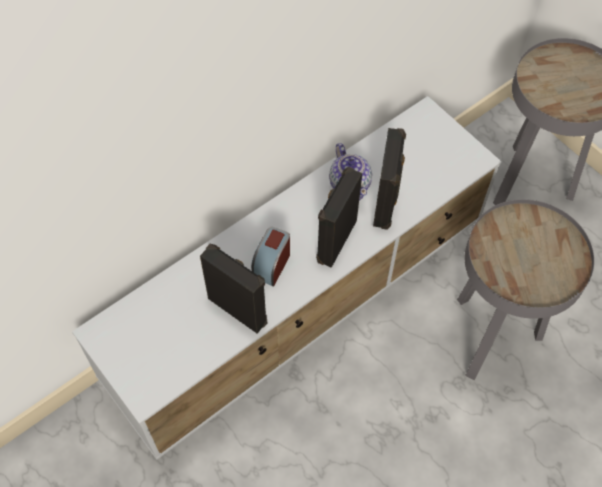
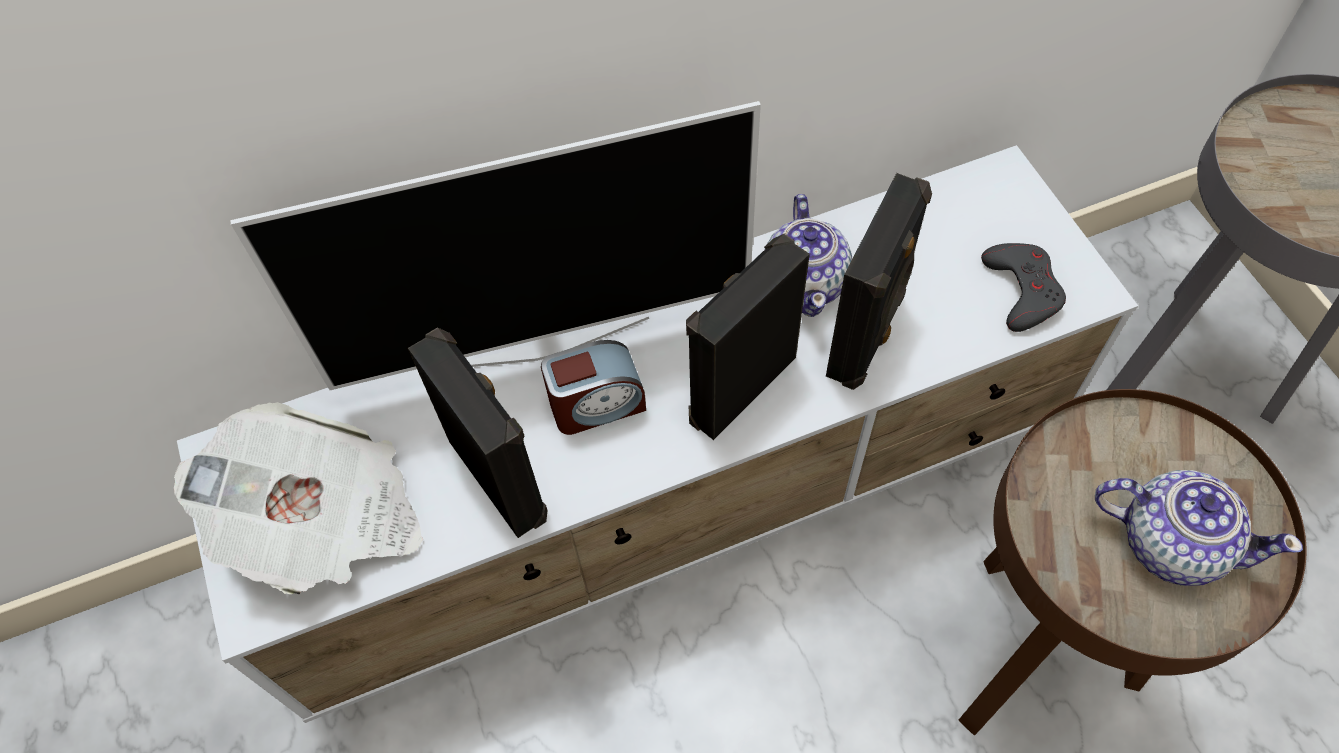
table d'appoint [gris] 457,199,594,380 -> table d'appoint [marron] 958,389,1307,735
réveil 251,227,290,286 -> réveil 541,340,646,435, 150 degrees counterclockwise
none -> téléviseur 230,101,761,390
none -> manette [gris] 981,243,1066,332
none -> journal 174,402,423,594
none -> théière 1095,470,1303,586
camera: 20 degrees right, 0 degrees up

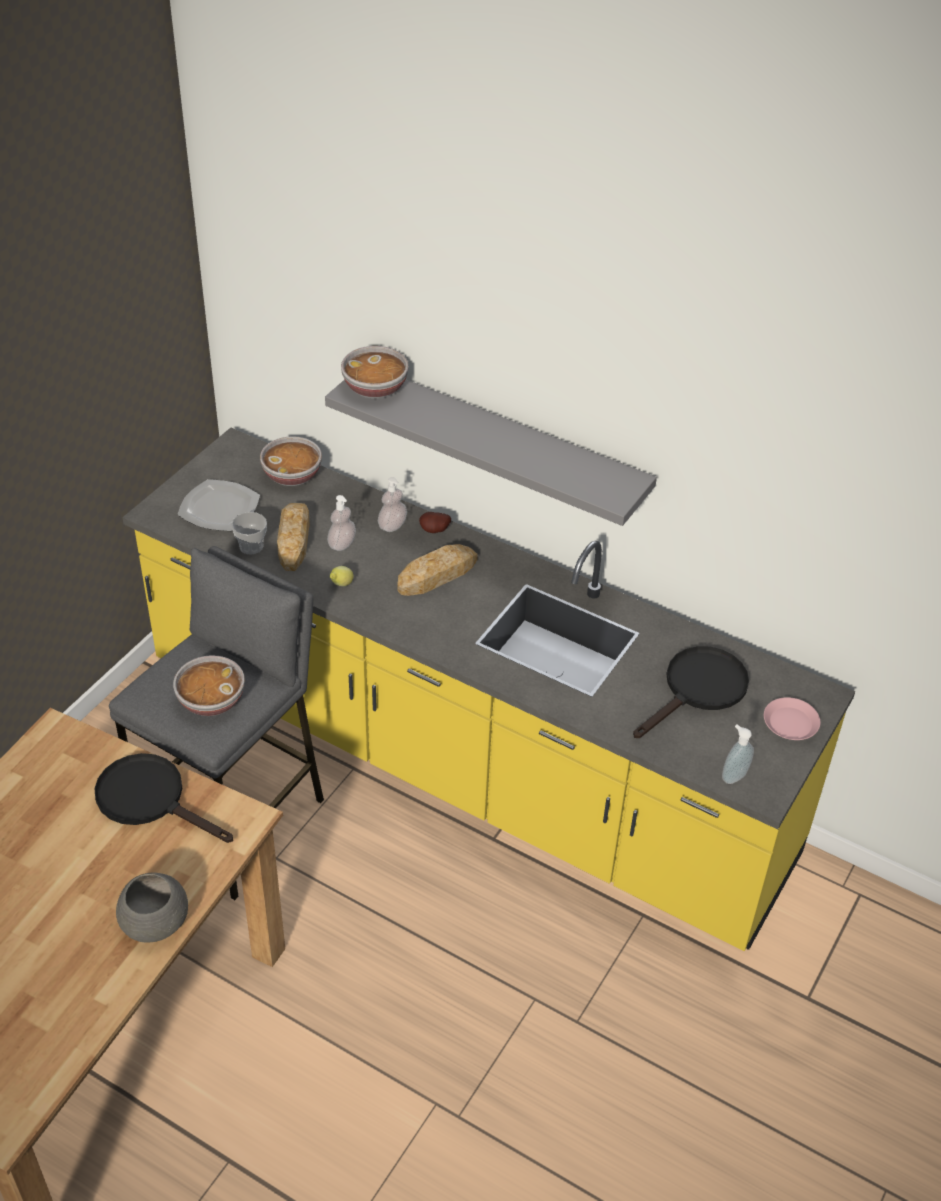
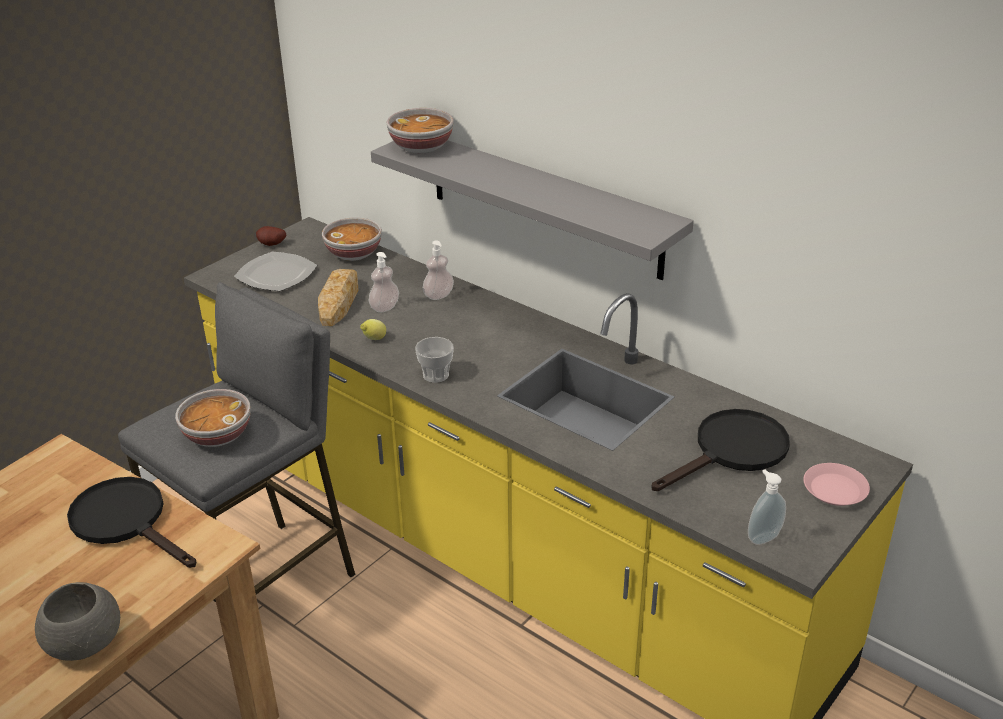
tasse 231,512,267,555 -> tasse 415,337,454,383, move
pomme de terre 419,512,451,533 -> pomme de terre 256,226,286,246, move
pain 397,544,478,596 -> none
camera: 10 degrees right, 10 degrees down

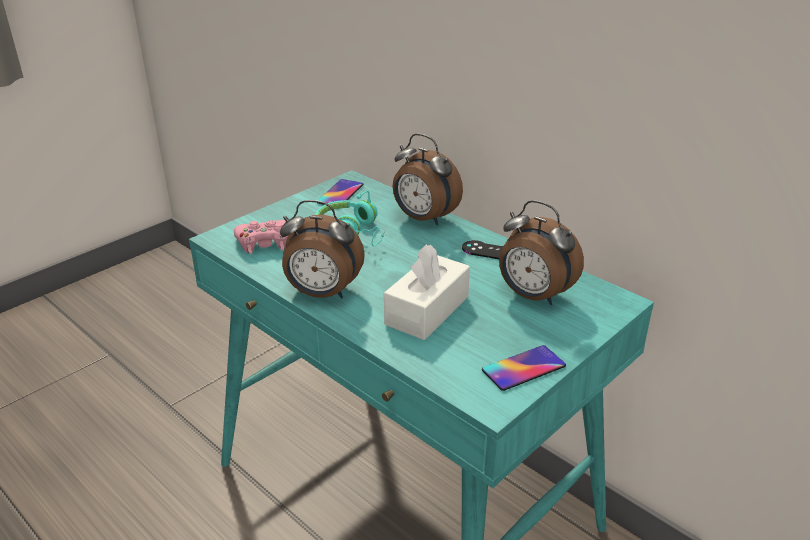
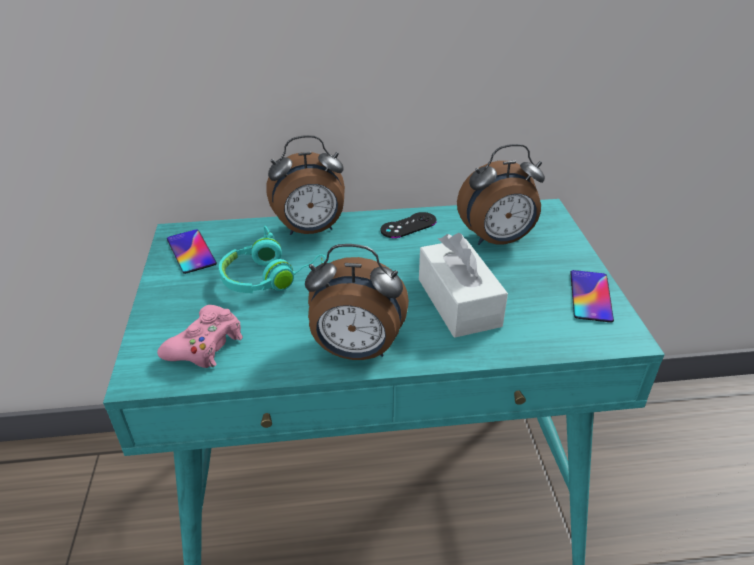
réveil 280,200,365,298 -> réveil 305,244,409,360, 45 degrees clockwise
camera: 50 degrees left, 5 degrees up

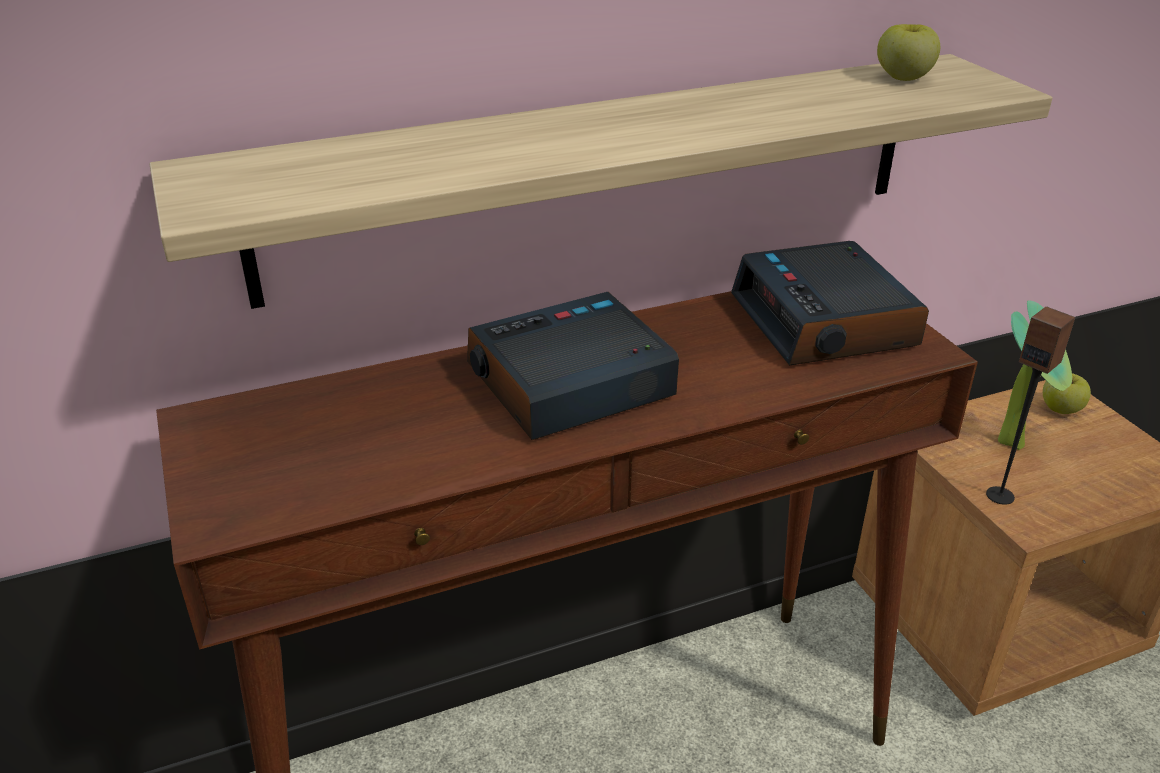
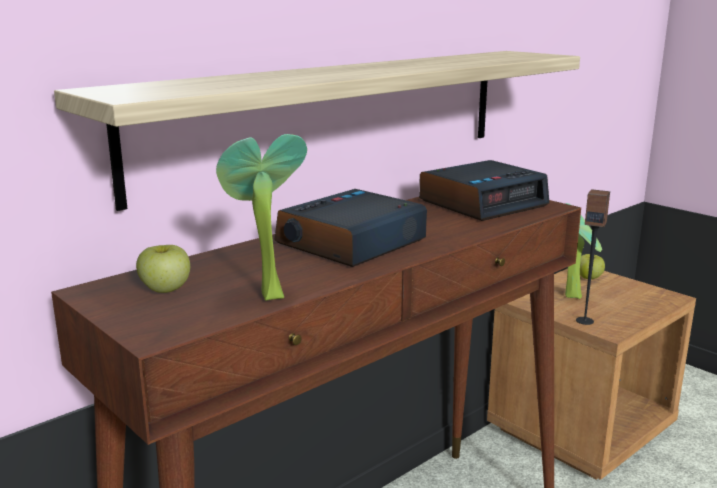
pomme 877,24,940,81 -> pomme 136,245,190,293, move
réveil 731,241,929,366 -> réveil 419,160,550,221, 90 degrees counterclockwise
none -> plante en pot 216,134,307,301
camera: 20 degrees left, 15 degrees down

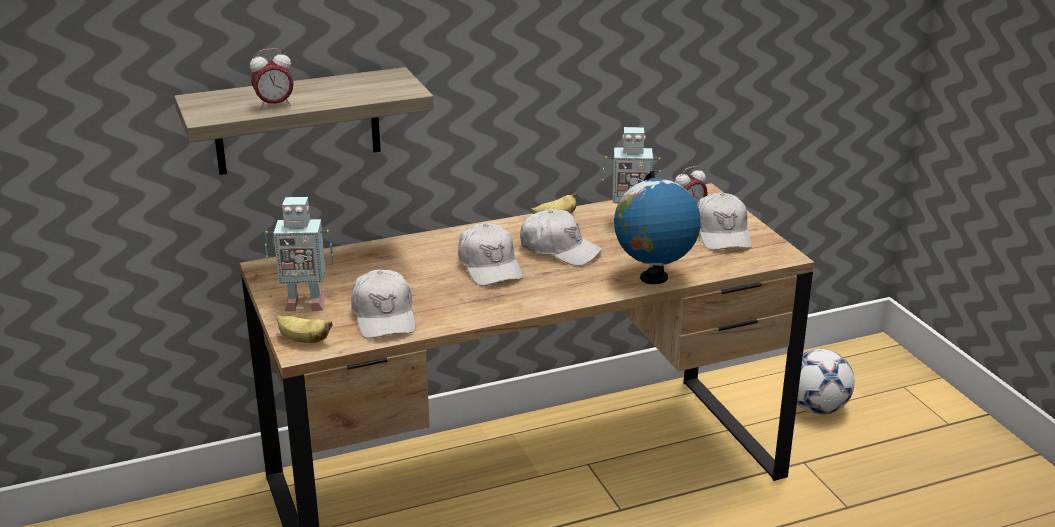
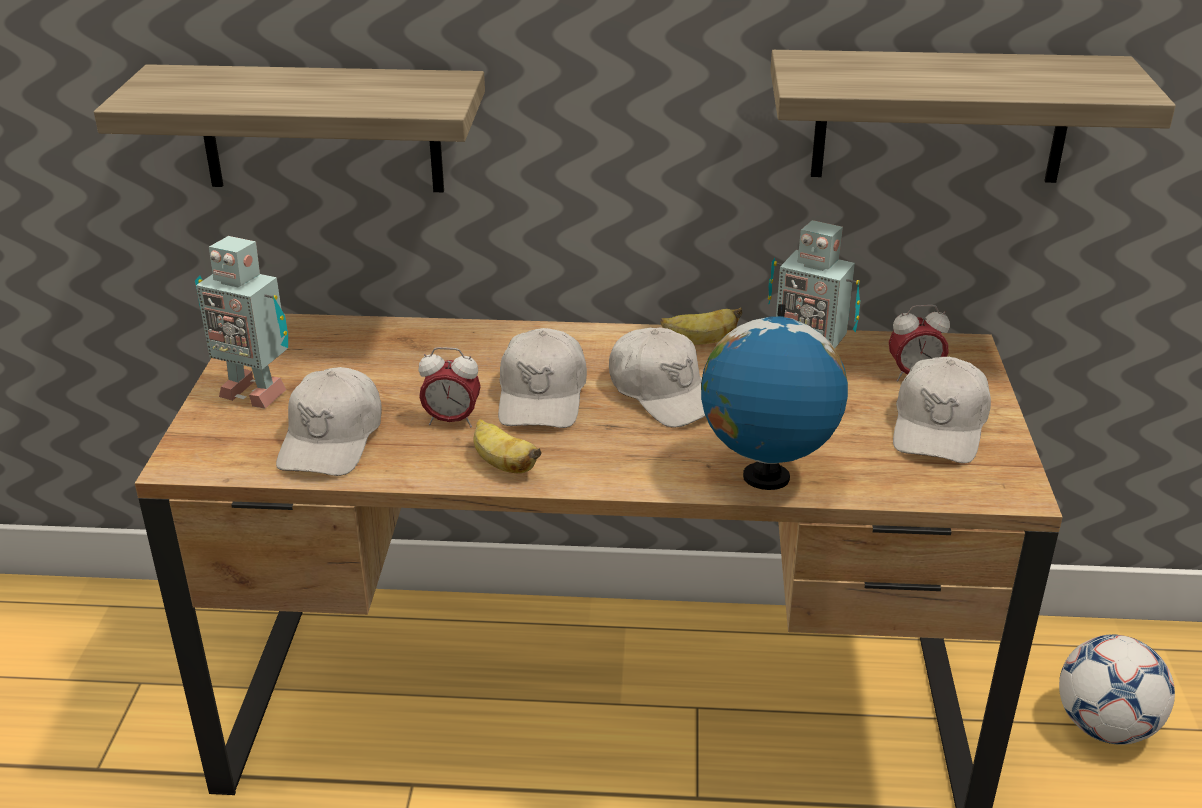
réveil 250,48,293,109 -> réveil 418,347,481,427, move
banane 277,315,332,343 -> banane 474,419,542,473, move
none -> étagère 770,50,1176,183
camera: 25 degrees right, 5 degrees up

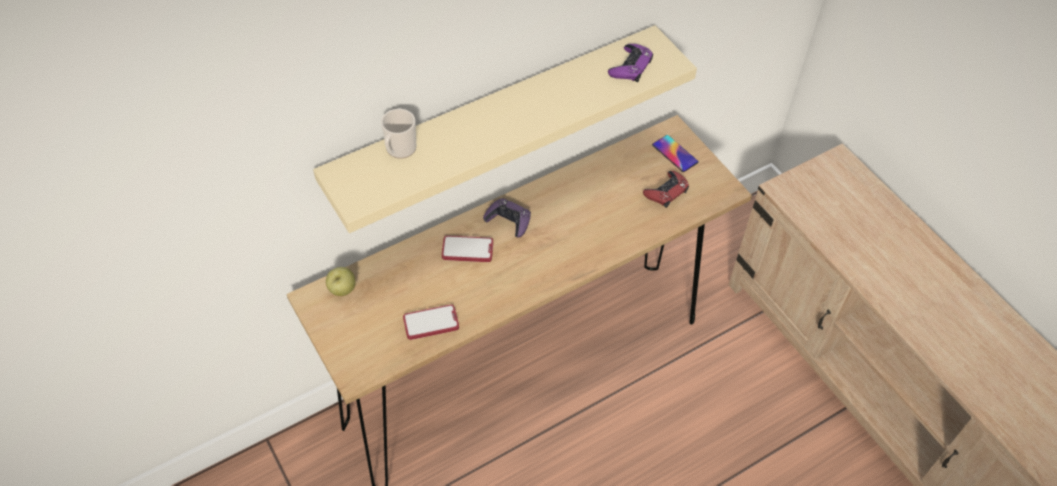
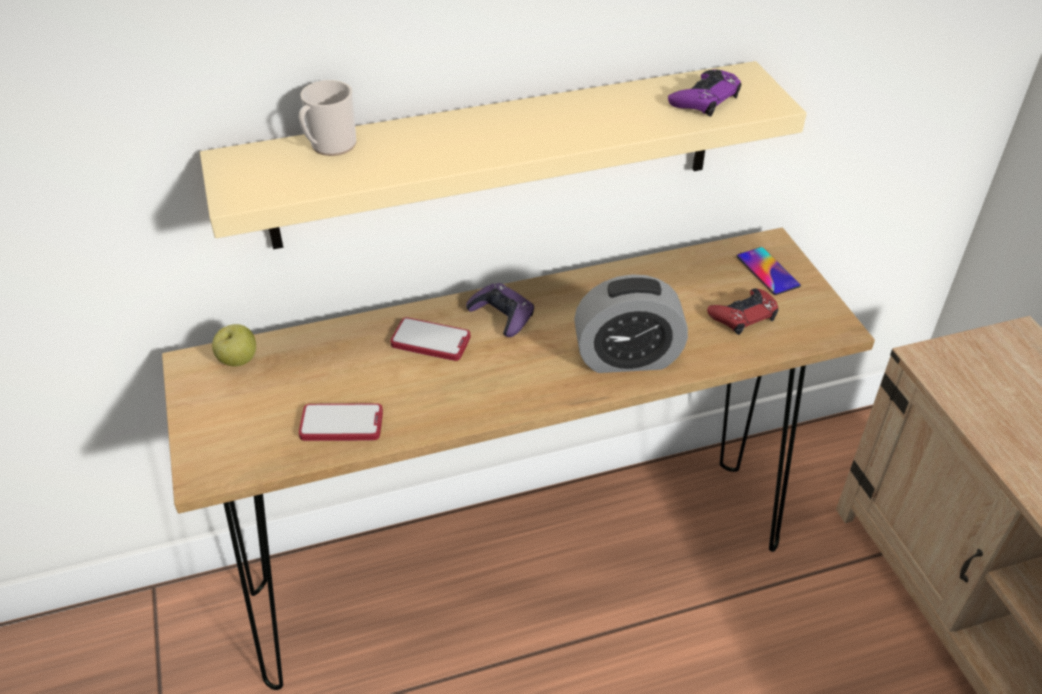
none -> réveil 574,274,688,373
camera: 15 degrees right, 10 degrees down

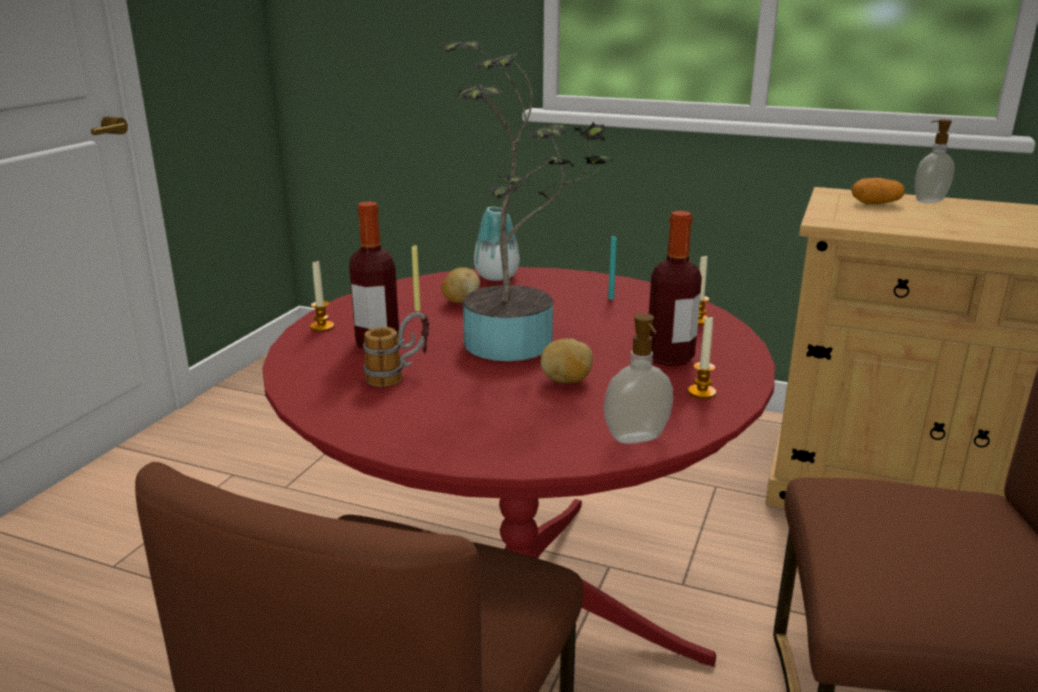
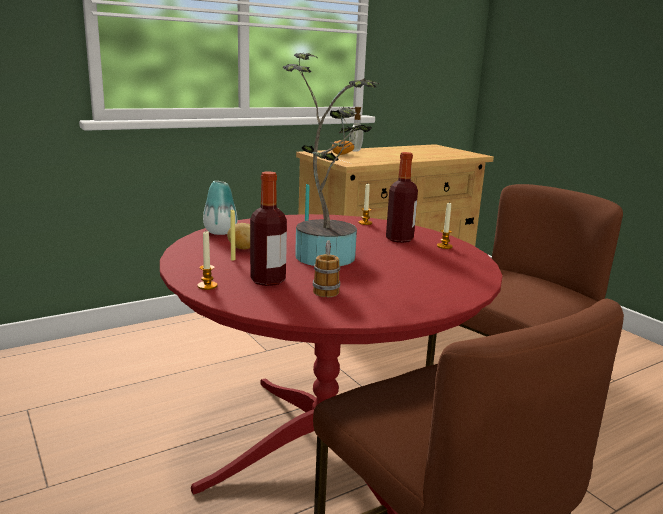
distributeur de savon 604,313,673,444 -> none
pomme de terre 541,338,593,383 -> none
camera: 55 degrees left, 5 degrees down

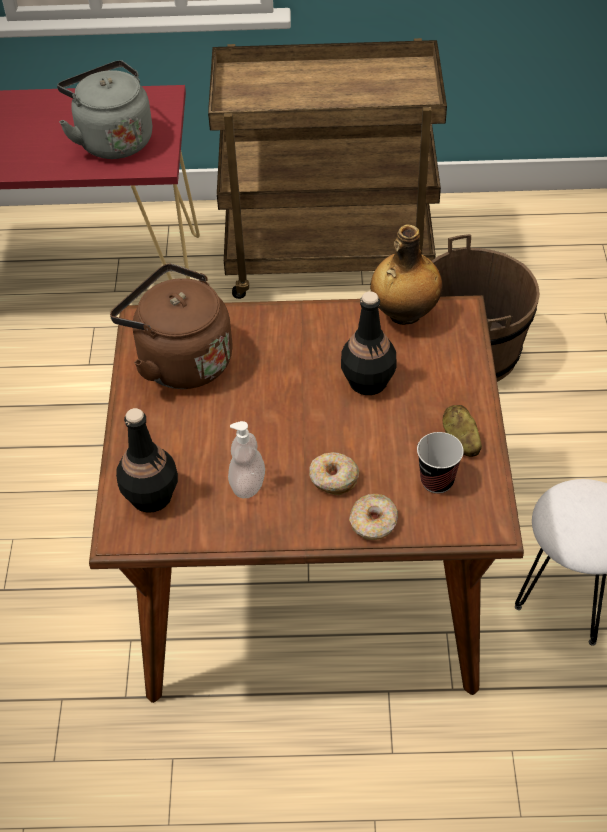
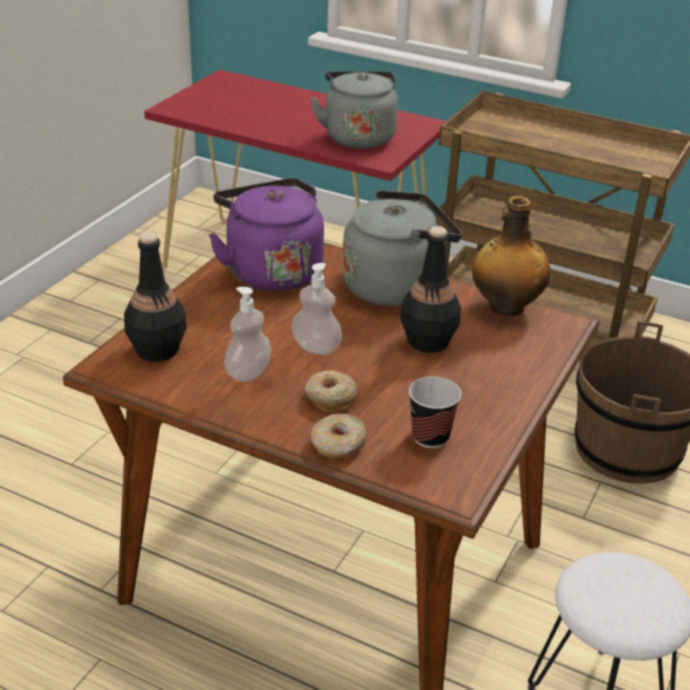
bouilloire [marron] 110,263,233,389 -> bouilloire [violet] 209,178,324,292
pomme de terre 443,405,482,457 -> none
none -> bouilloire [gris] 342,190,462,307
none -> distributeur de savon 292,263,342,355
camera: 25 degrees right, 15 degrees down

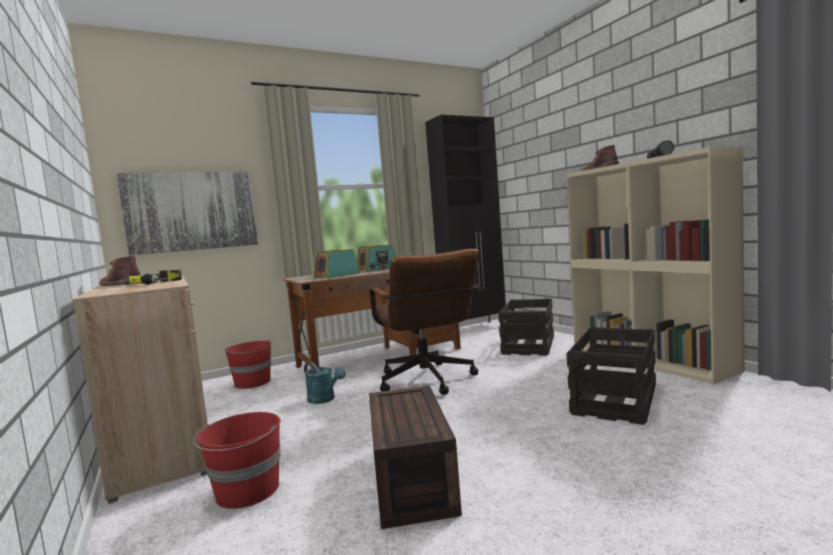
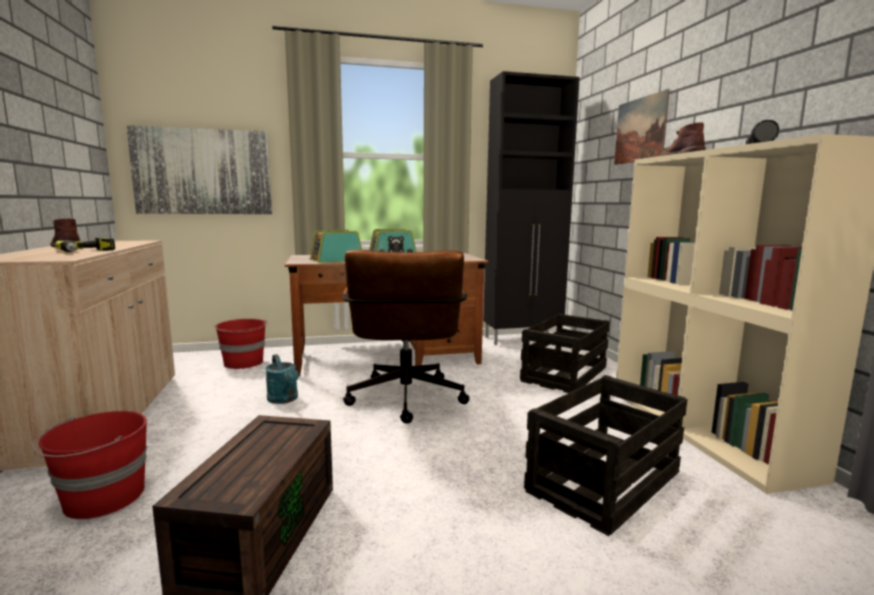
none -> tableau 614,89,670,165
camera: 15 degrees right, 5 degrees up

